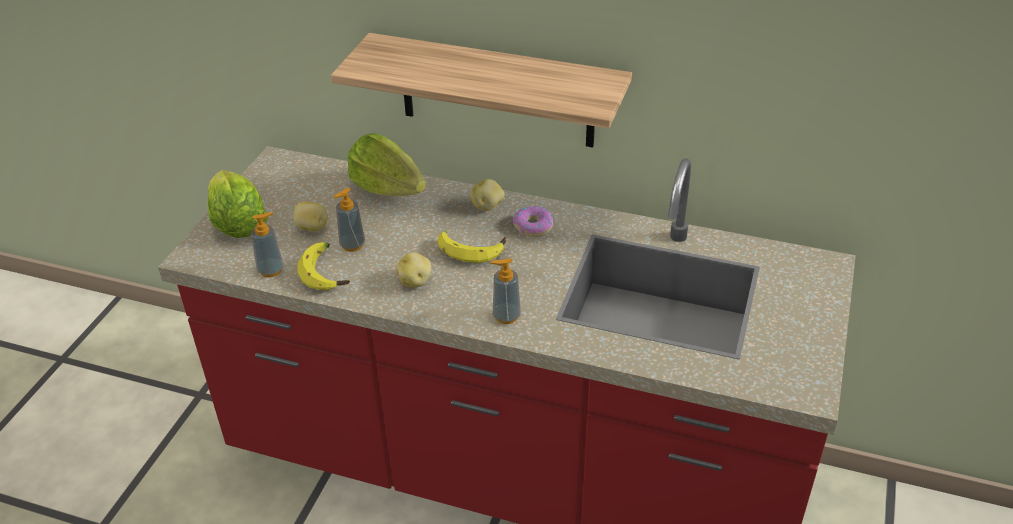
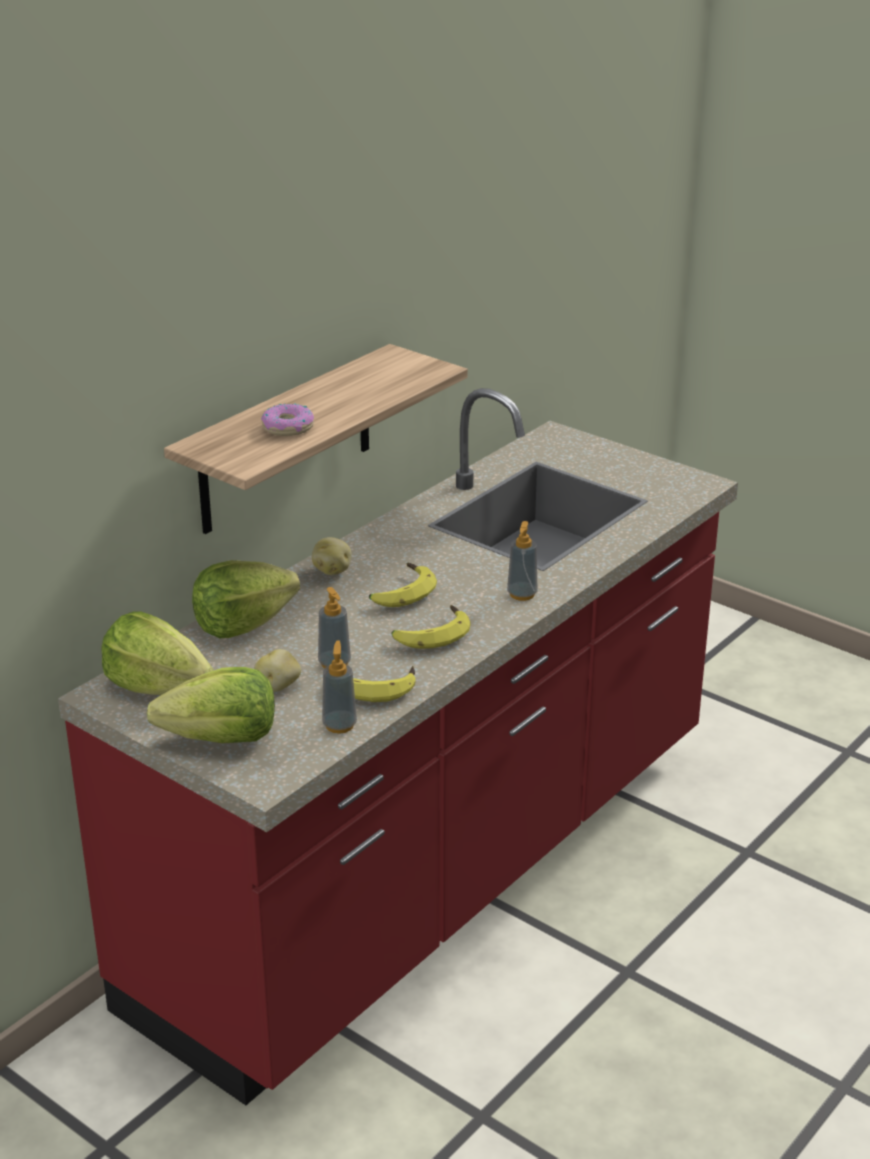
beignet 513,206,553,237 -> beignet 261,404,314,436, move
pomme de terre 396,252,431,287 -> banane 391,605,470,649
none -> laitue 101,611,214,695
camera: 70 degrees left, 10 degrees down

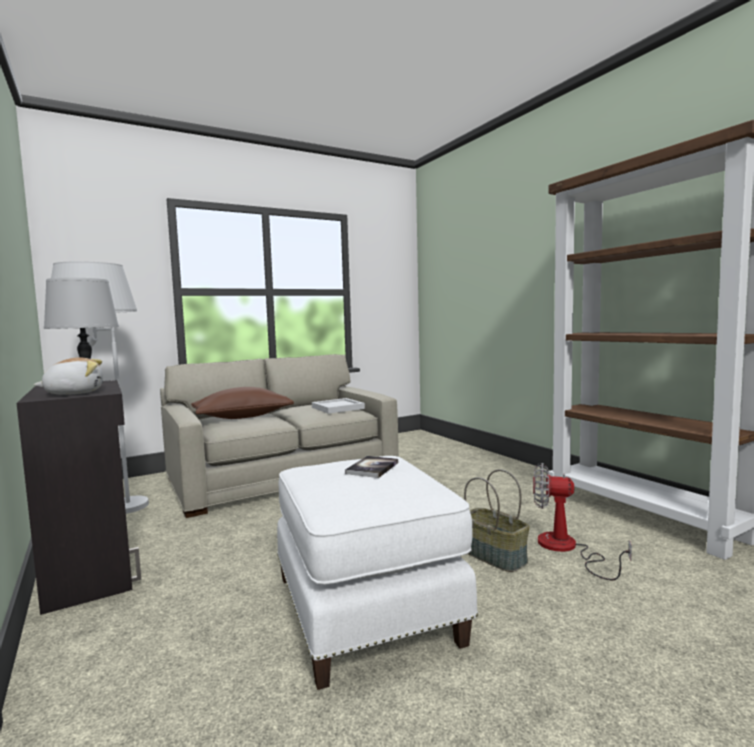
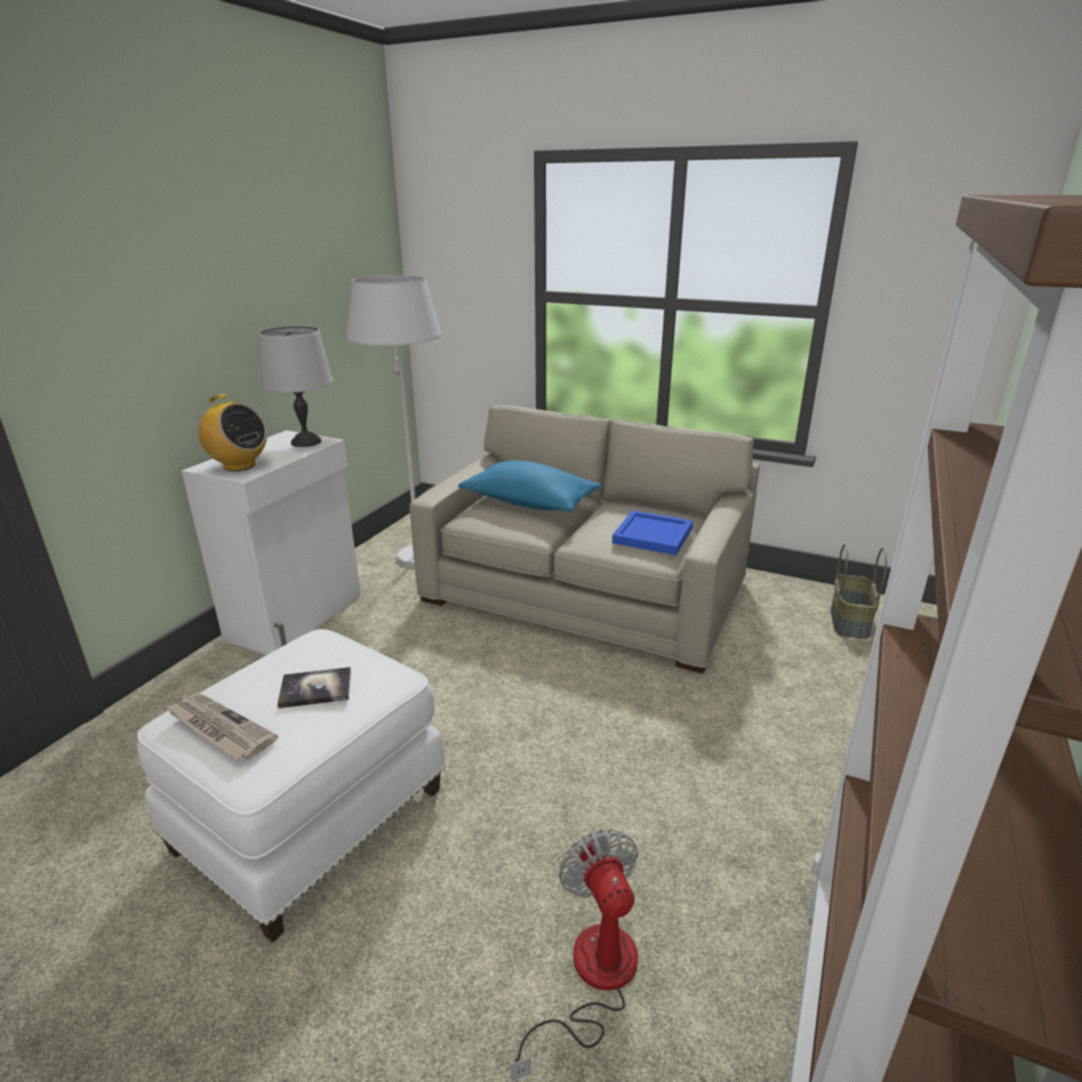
peluche 34,357,103,395 -> radio 190,395,267,471
meuble de rangement [noir] 17,380,141,615 -> meuble de rangement [blanc] 182,430,361,655
coussin [marron] 191,387,294,419 -> coussin [bleu] 458,461,601,512
plateau [blanc] 312,398,365,414 -> plateau [bleu] 612,510,693,555
panier 464,469,530,572 -> panier 831,544,887,639, move
none -> journal 165,694,278,759
camera: 55 degrees right, 20 degrees up

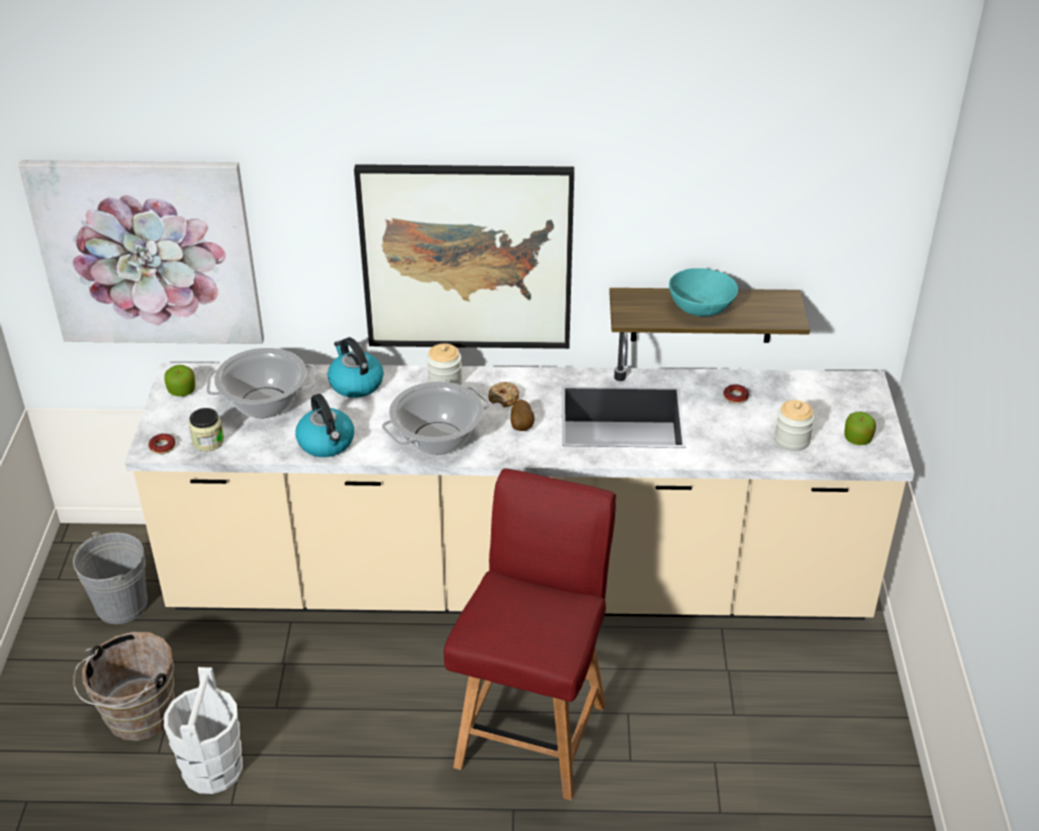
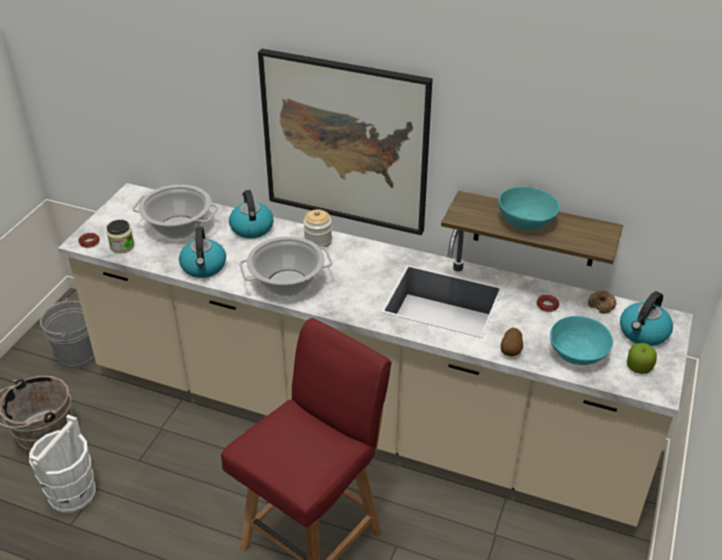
tableau 18,160,264,344 -> none
pomme 164,365,195,396 -> none
beignet 488,382,520,407 -> beignet 588,291,617,313, move
pomme de terre 511,400,535,431 -> pomme de terre 501,328,523,357, move
bocal 774,400,815,451 -> bol [turquoise] 550,316,613,365
none -> bouilloire 620,291,673,346
camera: 20 degrees right, 0 degrees up

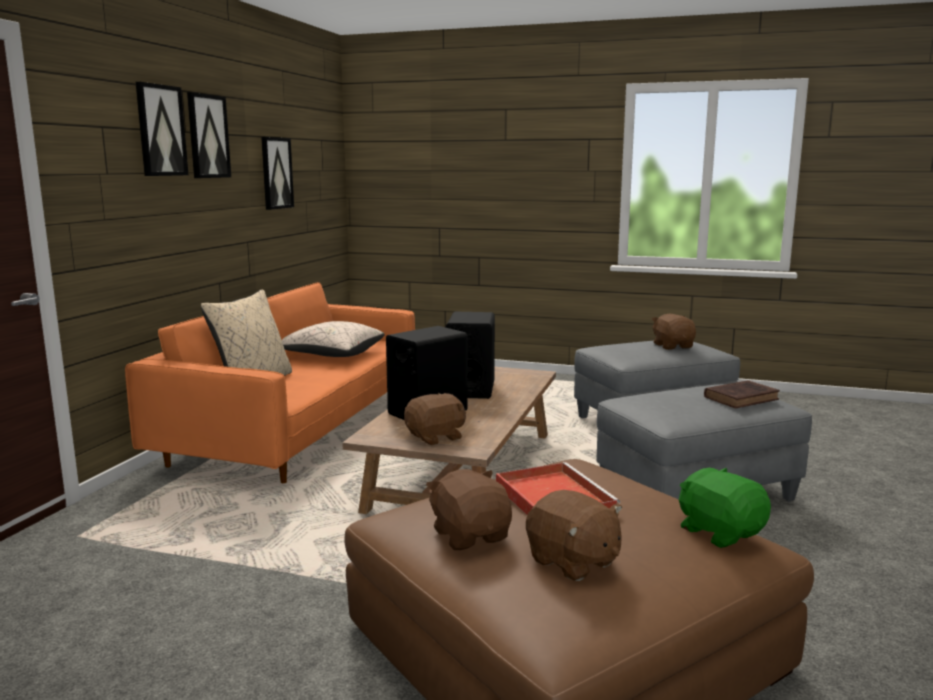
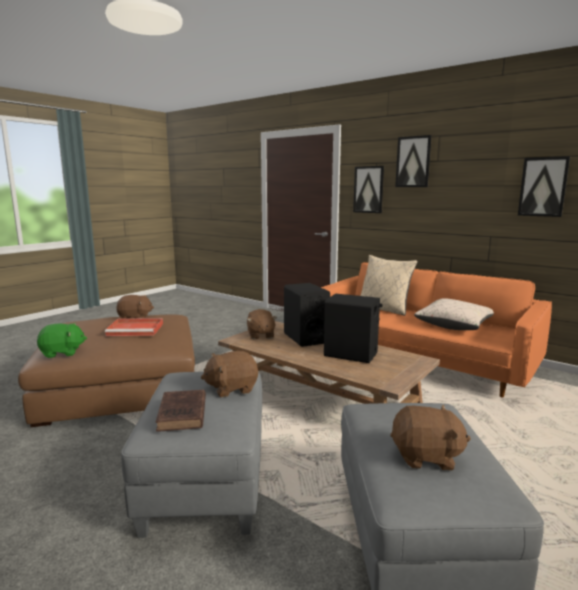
tableau 187,92,231,178 -> tableau 353,166,384,213, move
peluche [marron] 526,490,622,581 -> peluche [marron] 201,351,258,397, move
camera: 110 degrees right, 0 degrees up

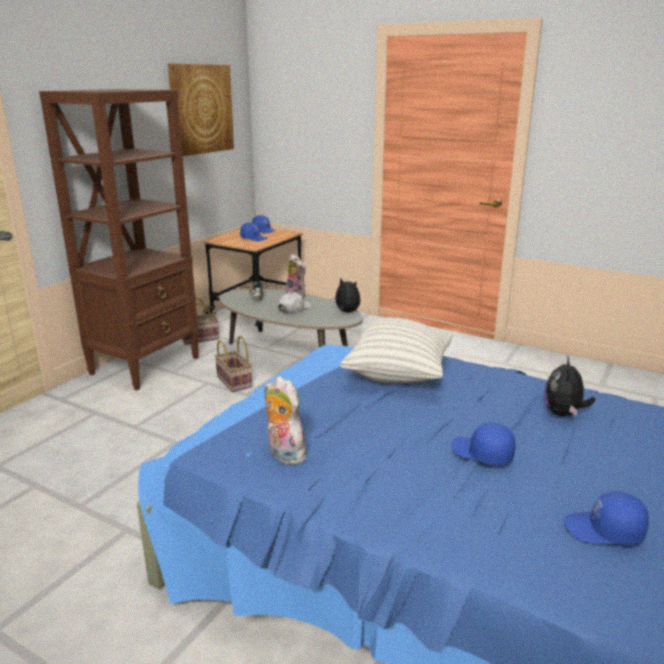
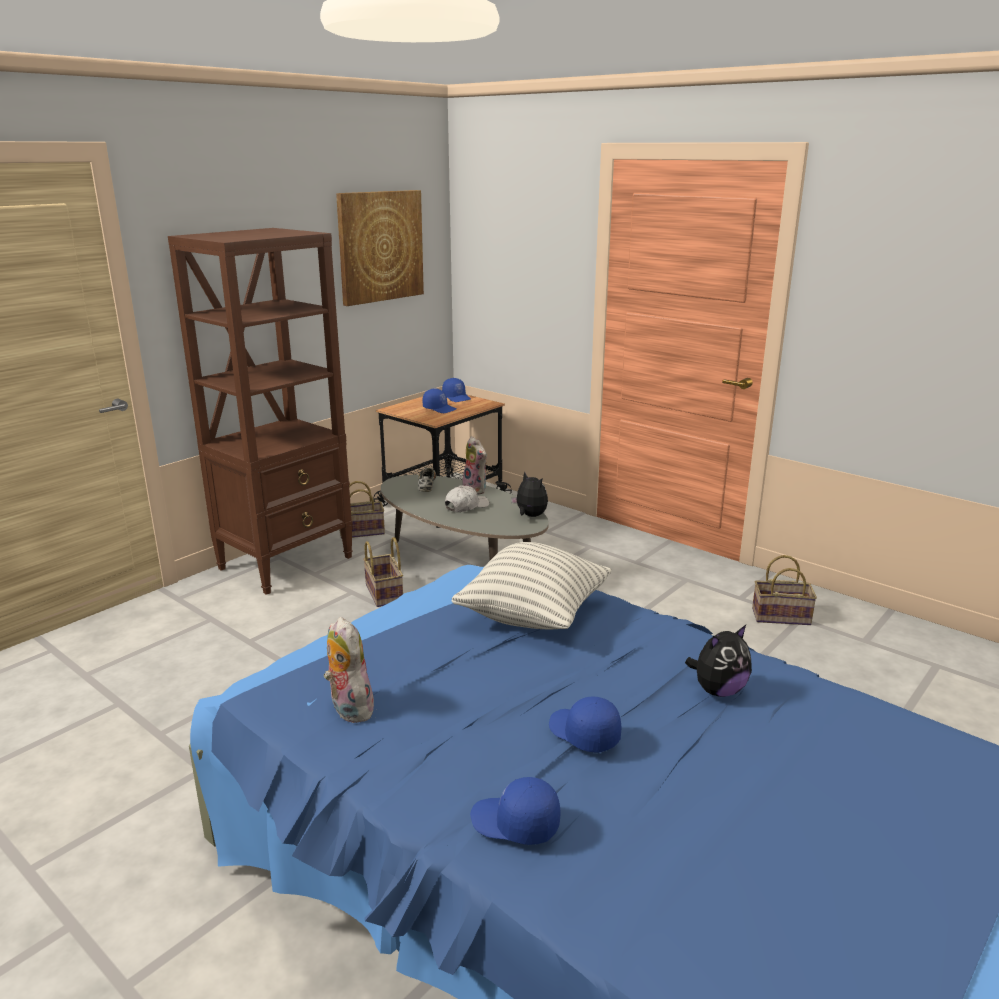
peluche 544,357,595,416 -> peluche 685,625,752,697, 150 degrees counterclockwise
casquette [bleu] 564,491,649,545 -> casquette [bleu] 470,777,561,845, move
none -> panier 752,555,817,625
camera: 10 degrees right, 0 degrees up

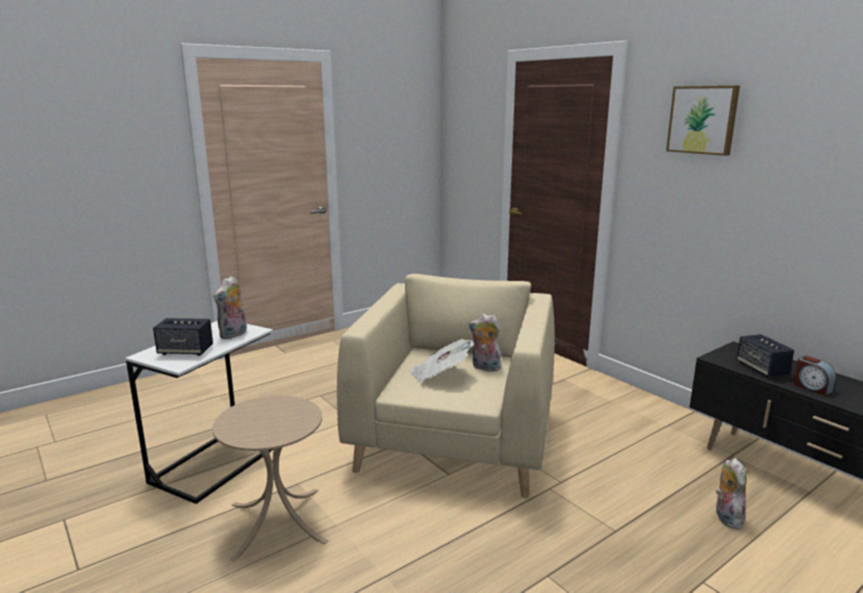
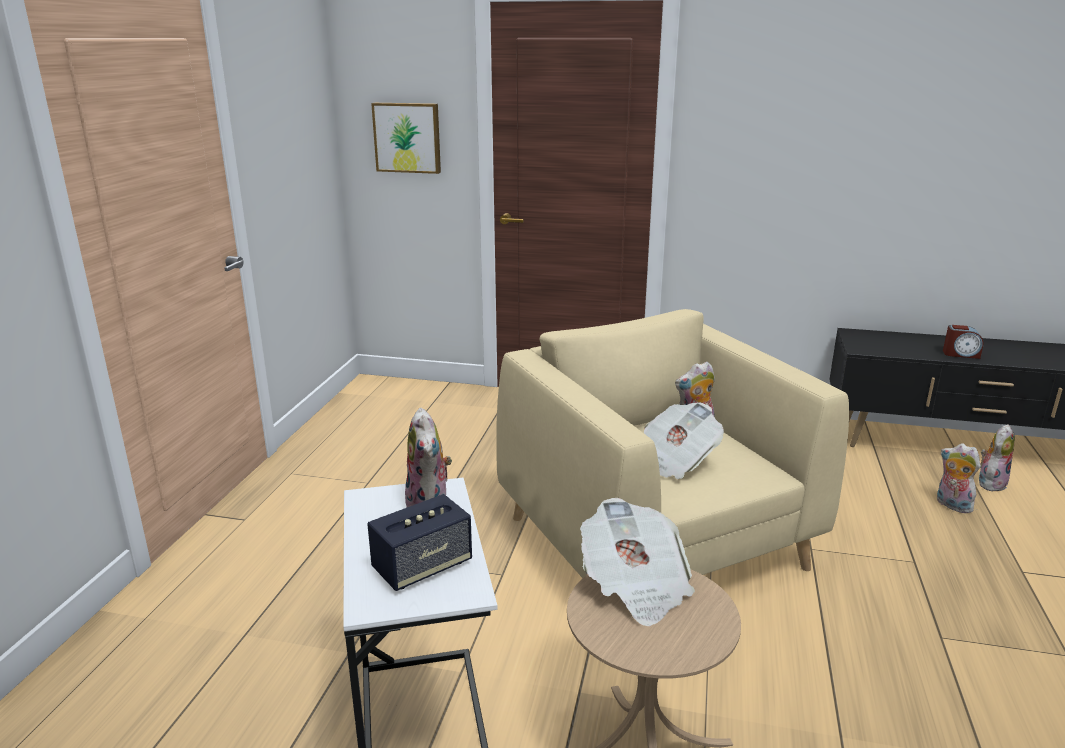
tableau 666,86,740,156 -> tableau 371,103,441,174, move
enceinte 737,334,794,377 -> none
none -> peluche 979,424,1015,491
none -> journal 580,498,695,627
camera: 40 degrees left, 5 degrees up

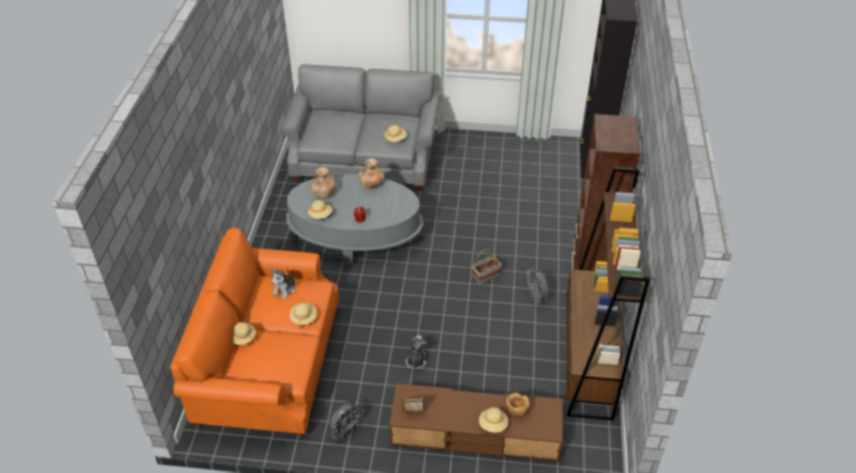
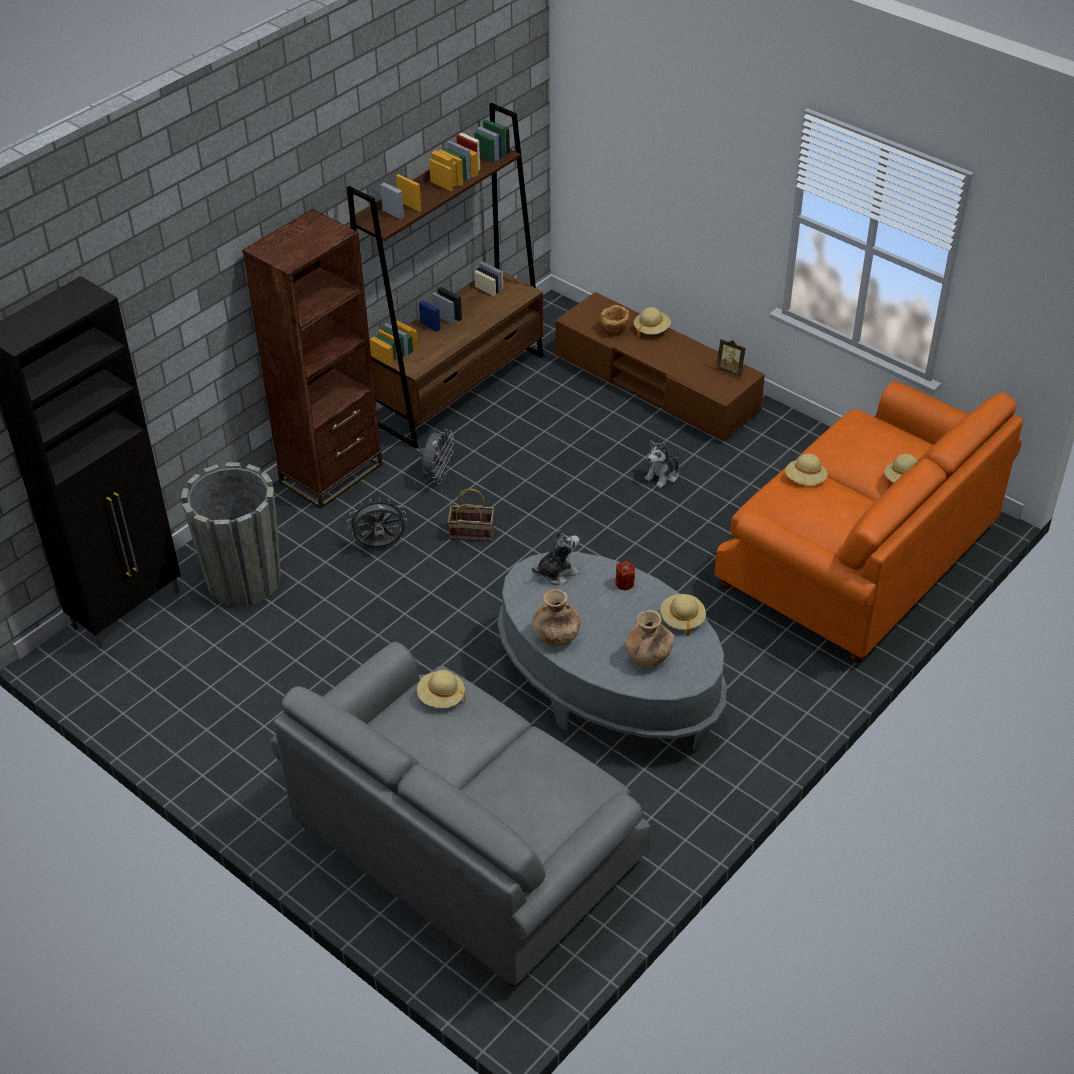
peluche 271,269,296,300 -> peluche 532,529,580,585, move
ventilateur [gris] 328,401,364,439 -> ventilateur [gris] 347,497,407,548, move
none -> cache-pot [gris] 181,462,281,606
camera: 145 degrees left, 0 degrees up

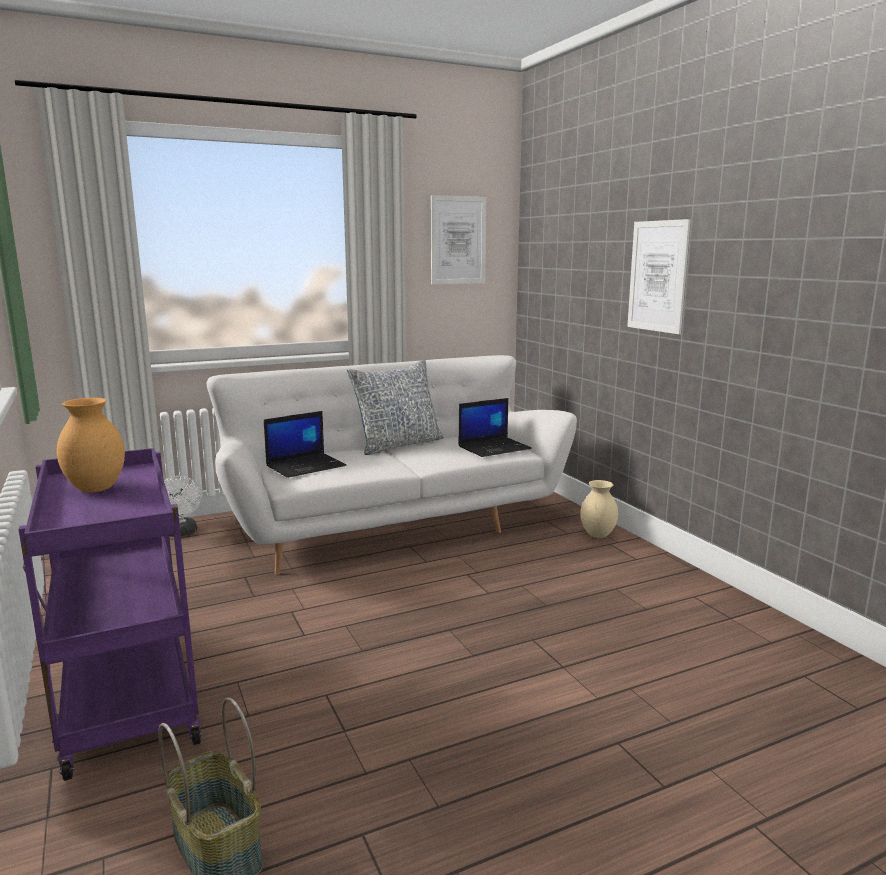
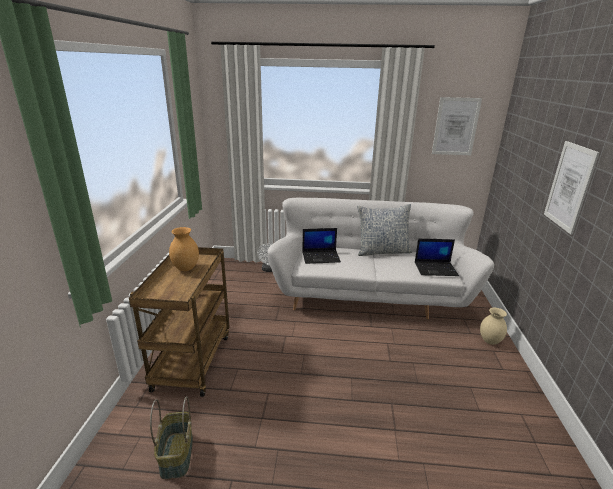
chariot [violet] 19,448,202,781 -> chariot [marron] 129,247,230,397
camera: 30 degrees right, 10 degrees up

